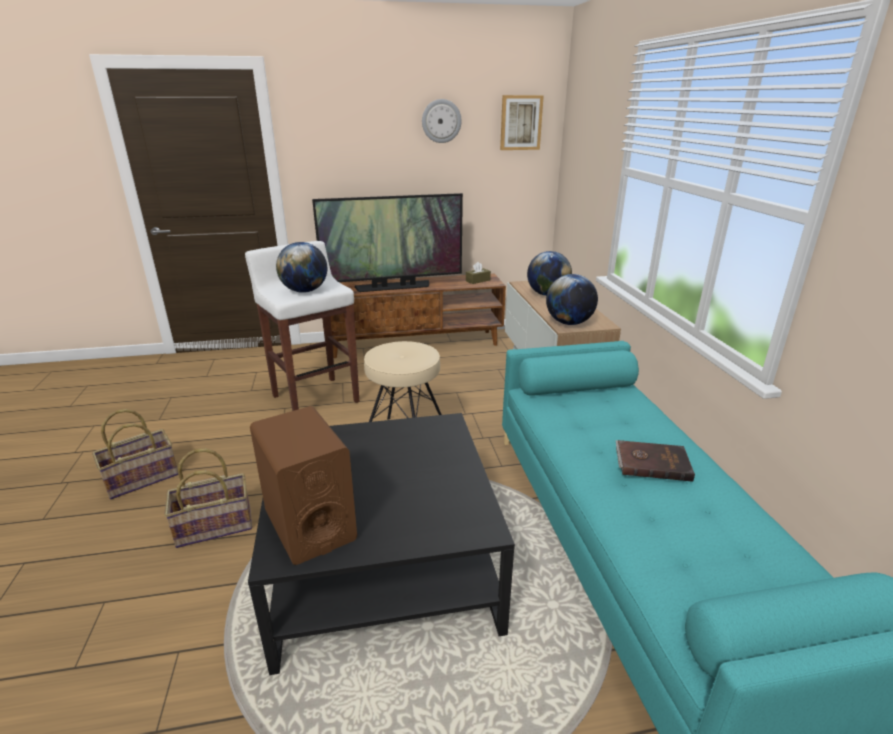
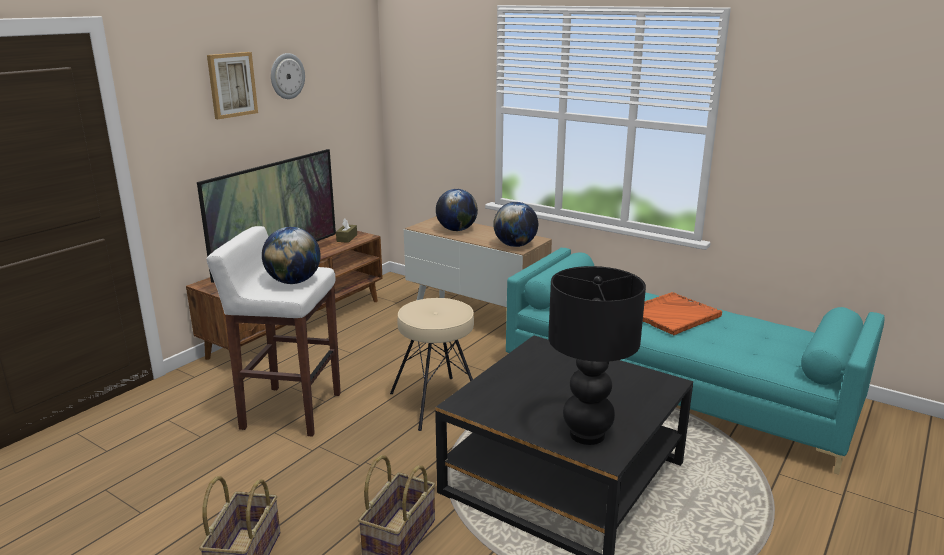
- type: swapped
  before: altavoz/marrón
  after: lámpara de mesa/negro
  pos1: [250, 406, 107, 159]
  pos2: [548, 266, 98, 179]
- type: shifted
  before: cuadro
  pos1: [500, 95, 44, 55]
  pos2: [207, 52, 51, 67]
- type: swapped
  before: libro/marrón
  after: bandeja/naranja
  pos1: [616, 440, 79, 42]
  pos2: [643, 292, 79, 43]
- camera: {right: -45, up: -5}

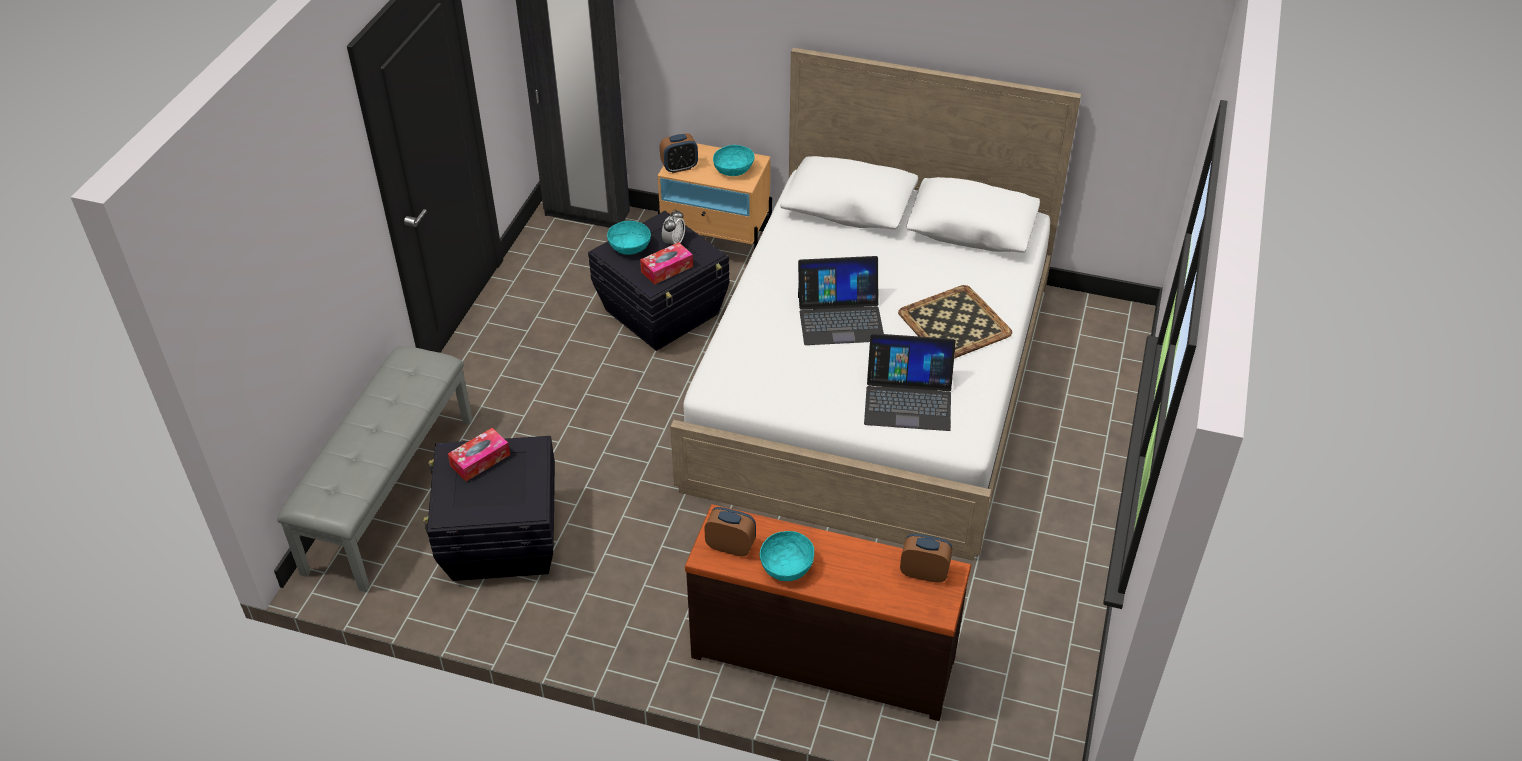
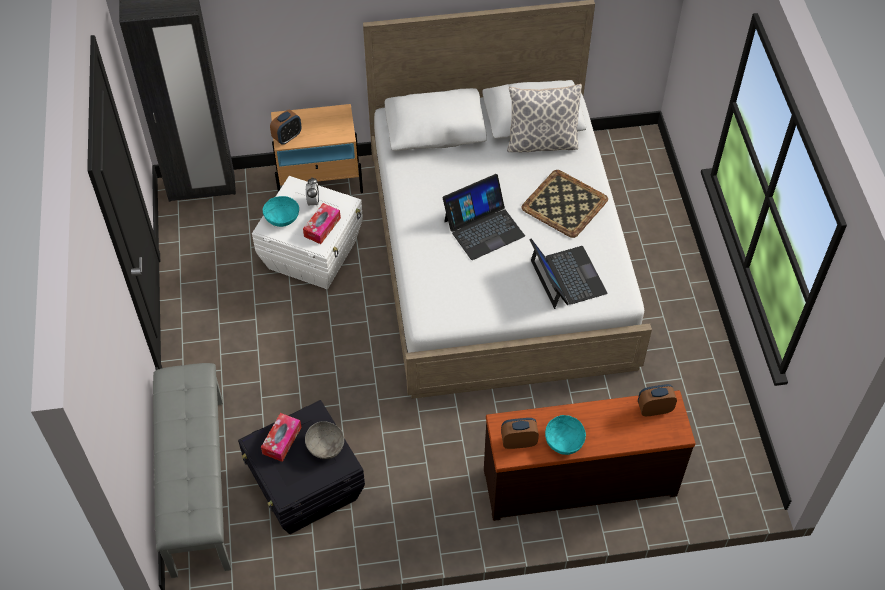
- type: repainted
  before: caja de almacenaje/negro
  after: caja de almacenaje/blanco
  pos1: [588, 211, 141, 140]
  pos2: [252, 176, 111, 113]
- type: gone
  before: cuenco/turquesa
  pos1: [713, 145, 42, 31]
- type: rotated
  before: portátil
  pos1: [864, 333, 92, 98]
  pos2: [529, 238, 78, 71]
  turn: -90
- type: new
  after: cuenco/gris
  pos2: [305, 421, 39, 38]
- type: new
  after: cojín
  pos2: [507, 84, 75, 68]
- camera: {right: -25, up: 10}

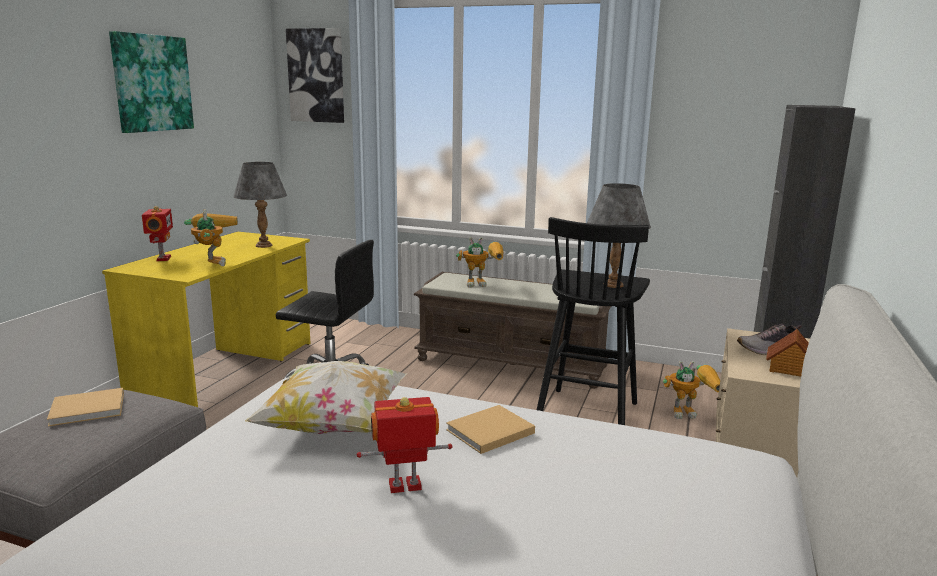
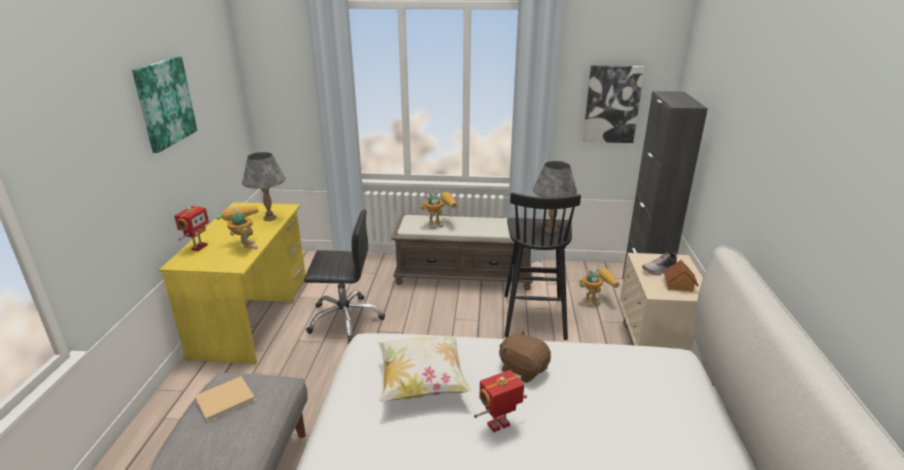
- type: rotated
  before: robot de juguete
  pos1: [142, 206, 31, 55]
  pos2: [174, 206, 35, 45]
  turn: 45
- type: shifted
  before: cuadro
  pos1: [286, 28, 58, 95]
  pos2: [583, 65, 62, 78]
- type: swapped
  before: libro/beis
  after: peluche/marrón
  pos1: [446, 405, 89, 49]
  pos2: [499, 330, 52, 53]
- camera: {right: -15, up: 10}

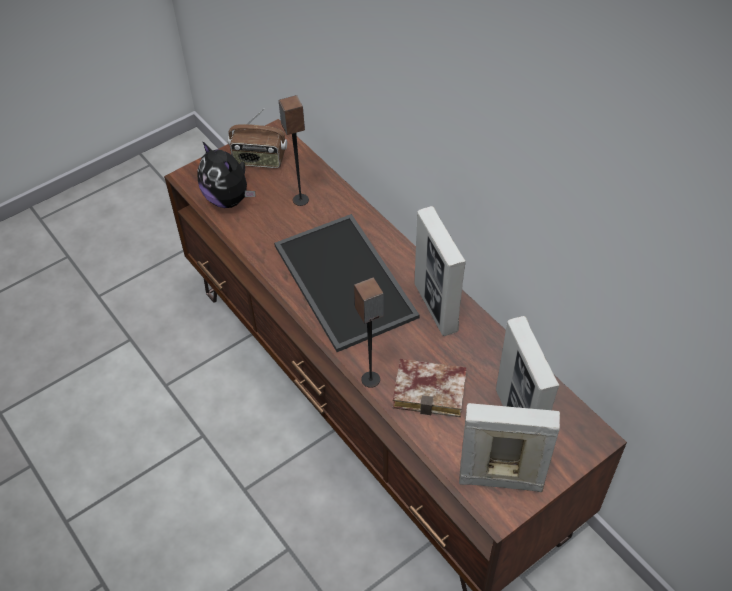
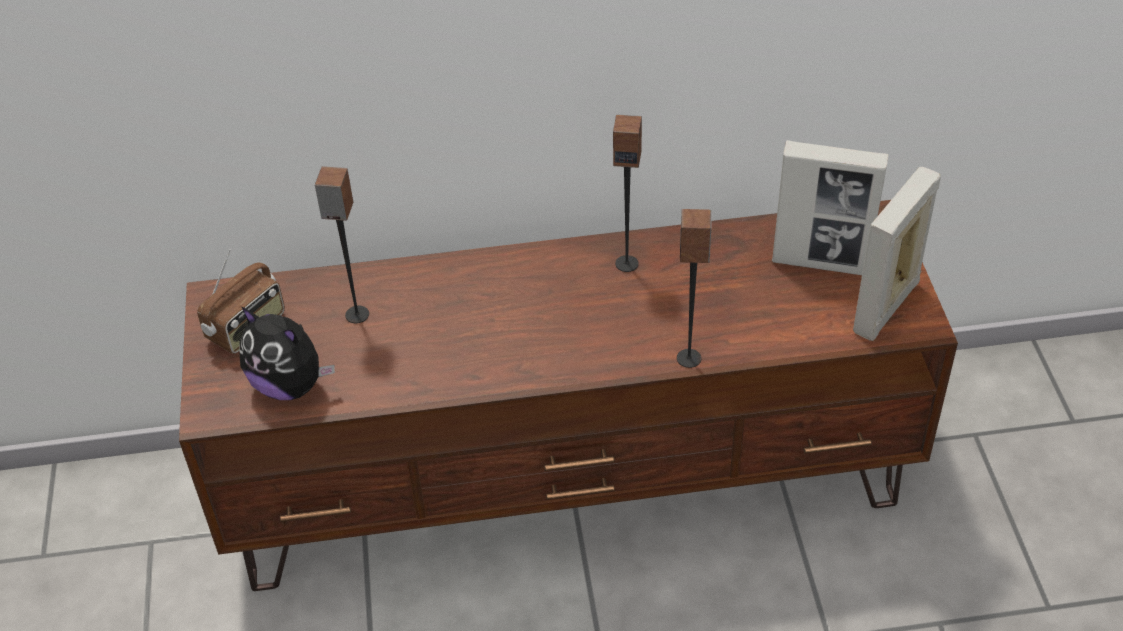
- type: rotated
  before: peluche
  pos1: [197, 141, 58, 67]
  pos2: [239, 307, 96, 93]
  turn: 45
- type: gone
  before: bandeja
  pos1: [274, 214, 146, 138]
- type: gone
  before: libro
  pos1: [393, 359, 74, 58]
- type: swapped
  before: portarretratos
  after: altavoz
  pos1: [415, 206, 51, 130]
  pos2: [613, 114, 29, 158]
- camera: {right: -60, up: -5}

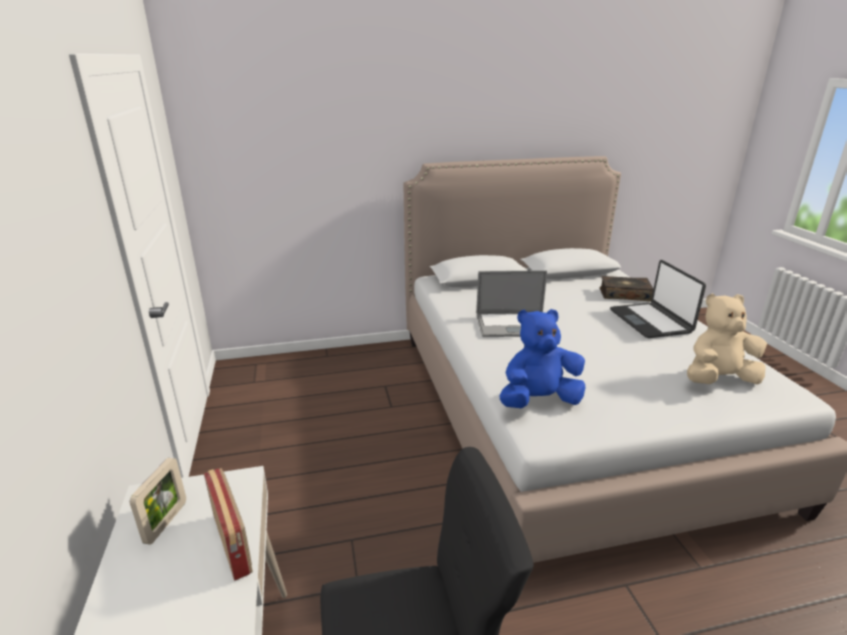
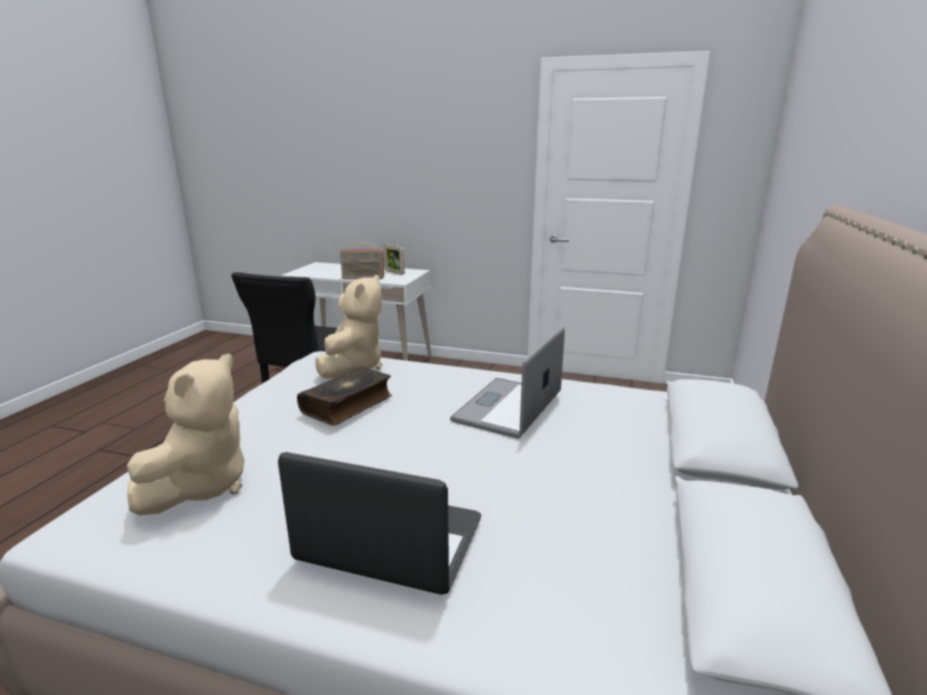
- type: repainted
  before: peluche/azul
  after: peluche/beis
  pos1: [500, 309, 85, 99]
  pos2: [315, 275, 67, 104]
- type: shifted
  before: libro
  pos1: [600, 276, 53, 26]
  pos2: [297, 367, 95, 59]
- camera: {right: 120, up: -5}

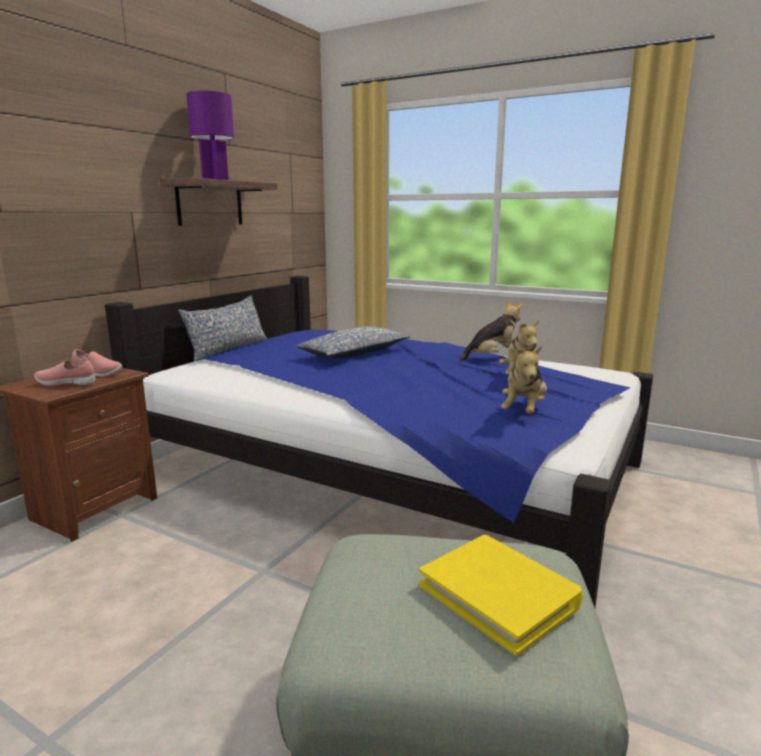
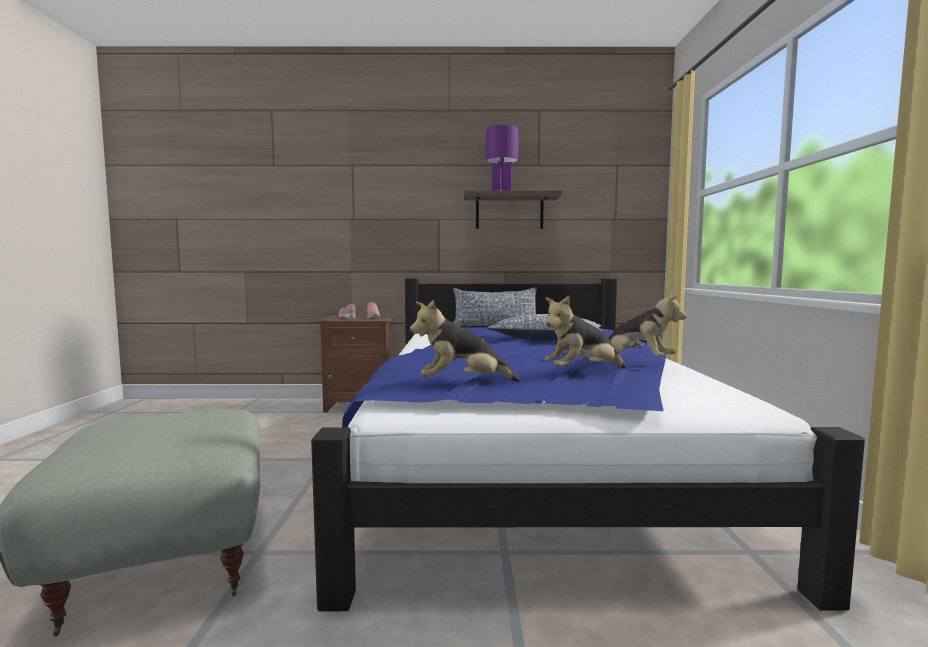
- type: gone
  before: libro/amarillo
  pos1: [419, 535, 164, 121]
- camera: {right: 60, up: -10}

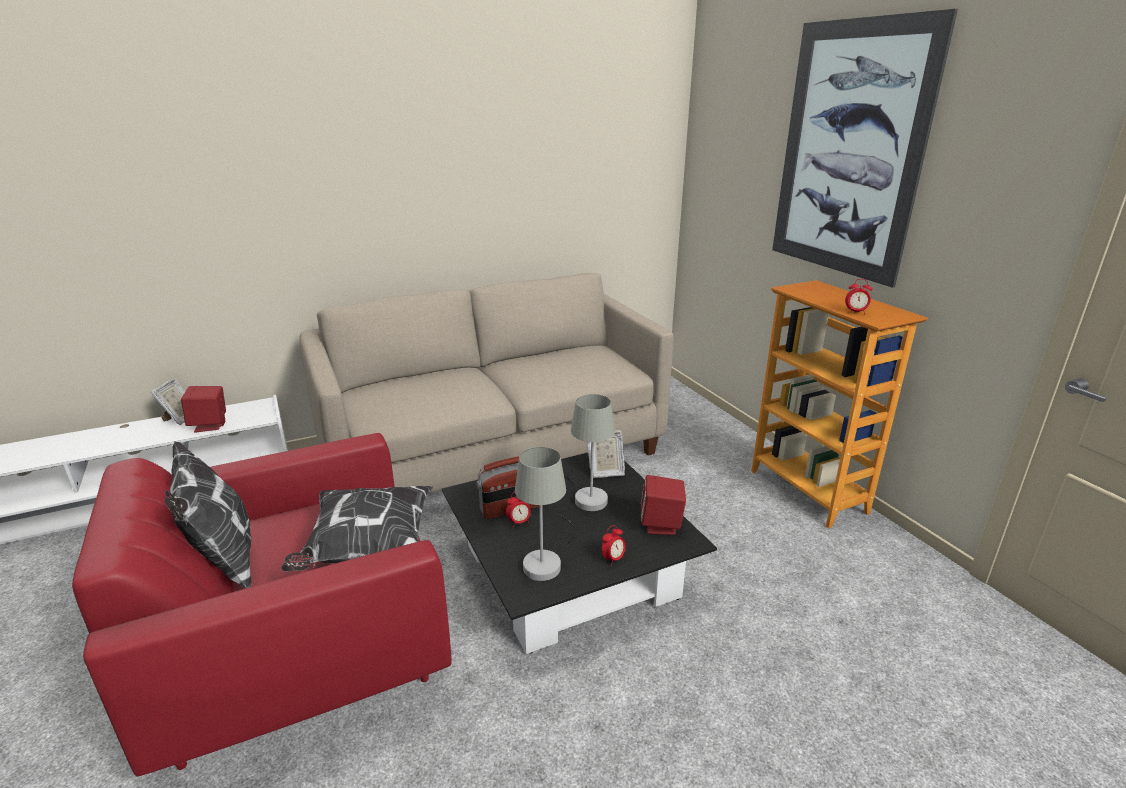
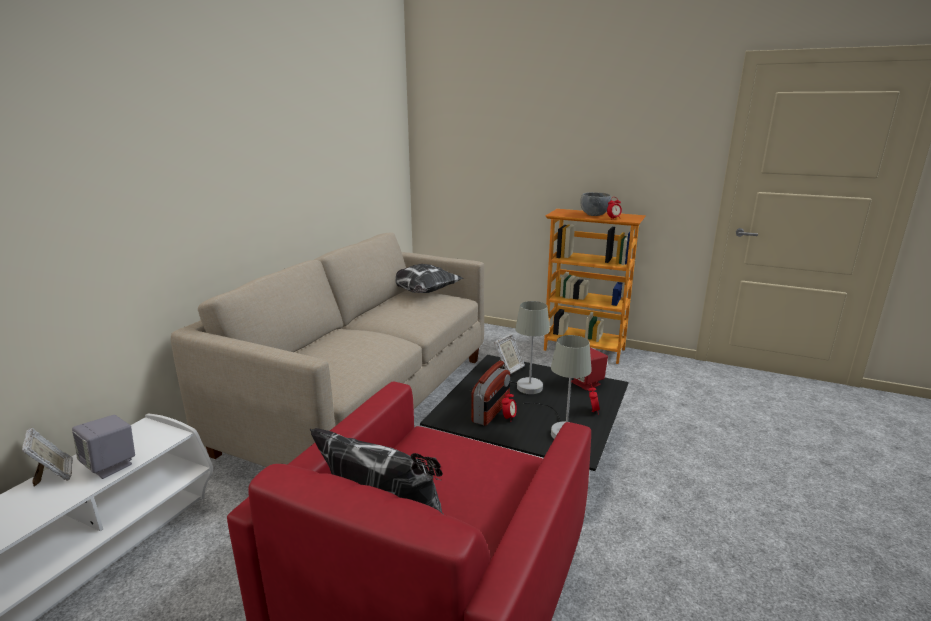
- type: repainted
  before: altavoz/rojo
  after: altavoz/gris
  pos1: [181, 386, 45, 47]
  pos2: [72, 415, 63, 64]
- type: shifted
  before: cojín
  pos1: [281, 486, 152, 86]
  pos2: [395, 264, 69, 29]
- type: gone
  before: cuadro
  pos1: [772, 9, 186, 279]
- type: new
  after: cuenco/gris
  pos2: [580, 192, 31, 24]
- camera: {right: -40, up: -5}

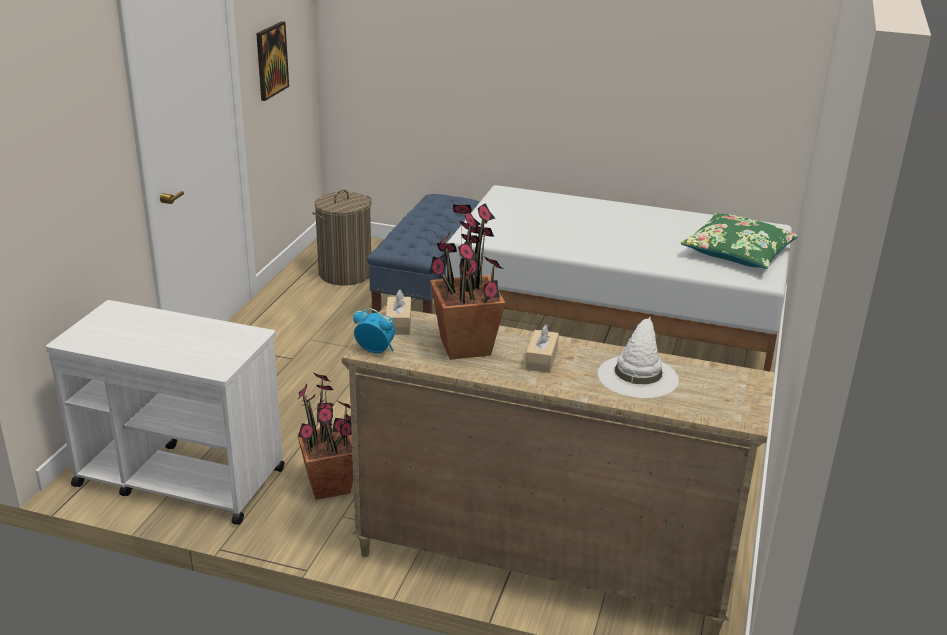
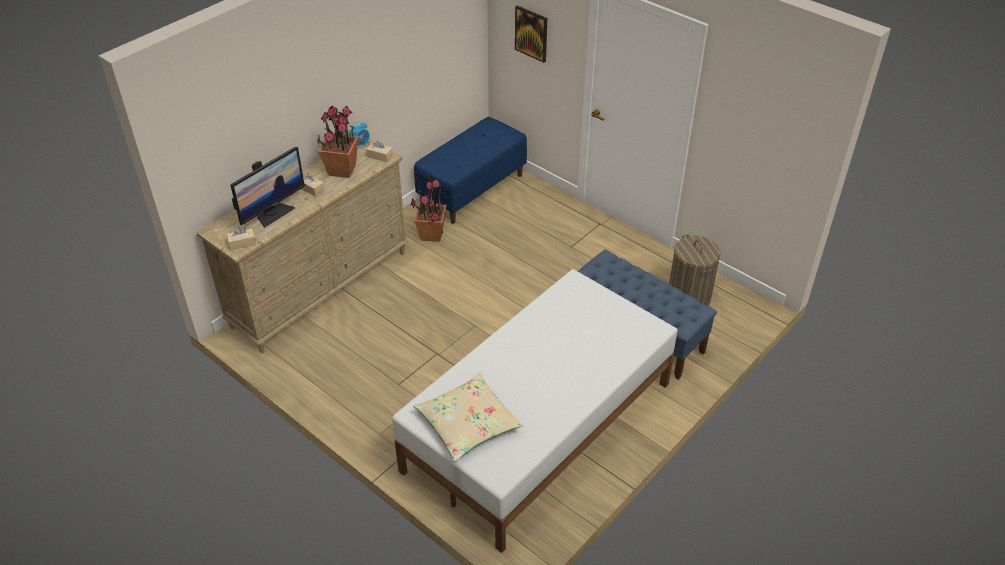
- type: swapped
  before: carrito/blanco
  after: banco/azul
  pos1: [46, 300, 239, 225]
  pos2: [414, 117, 113, 107]
- type: shifted
  before: cuadro
  pos1: [256, 21, 33, 80]
  pos2: [515, 5, 32, 58]
- type: swapped
  before: sombrero/blanco
  after: monitor
  pos1: [598, 317, 81, 81]
  pos2: [230, 147, 75, 81]
- type: repainted
  before: cojín/verde
  after: cojín/beis
  pos1: [681, 213, 117, 56]
  pos2: [413, 373, 110, 89]
- type: new
  after: caja de pañuelos/beis
  pos2: [227, 227, 29, 23]
- camera: {right: 115, up: 15}

